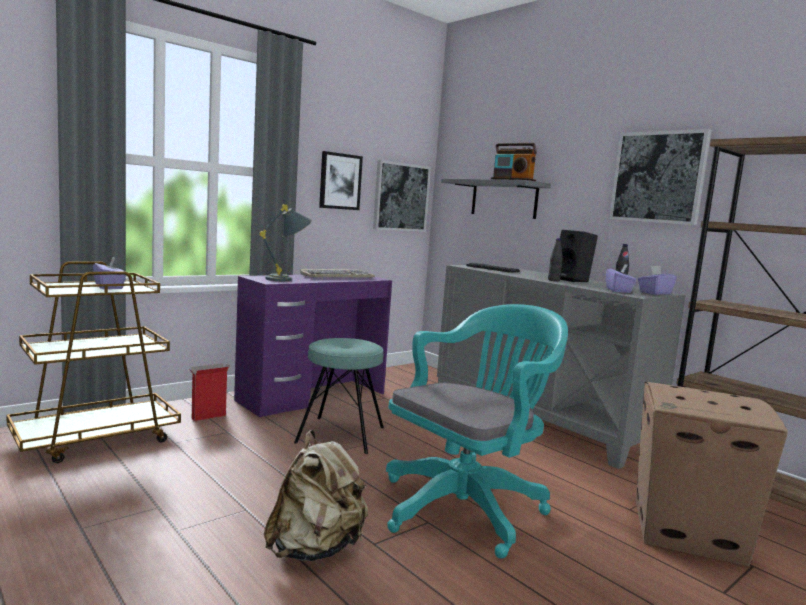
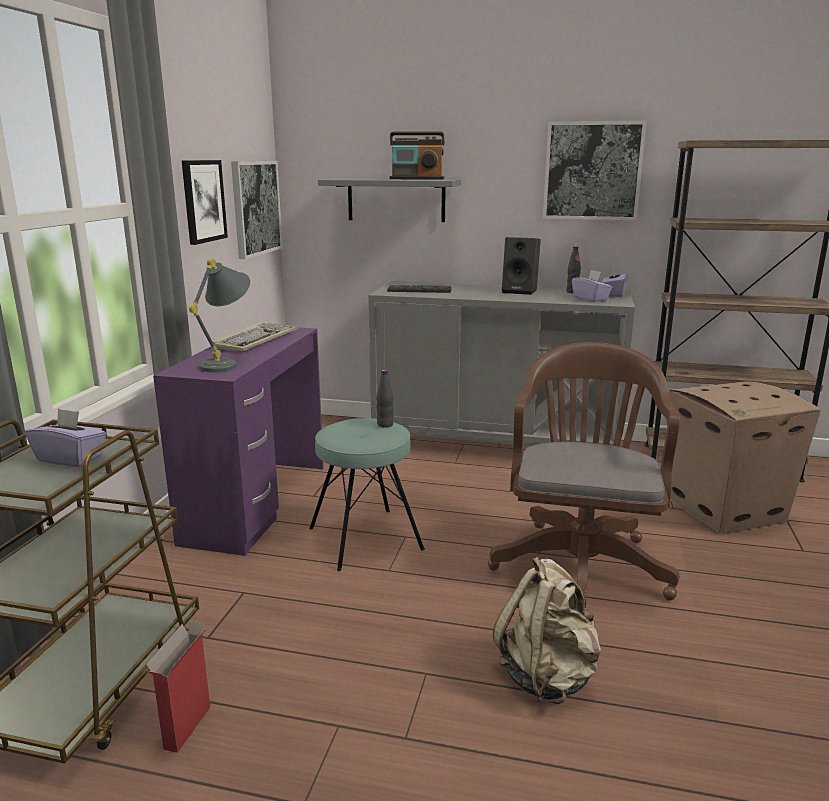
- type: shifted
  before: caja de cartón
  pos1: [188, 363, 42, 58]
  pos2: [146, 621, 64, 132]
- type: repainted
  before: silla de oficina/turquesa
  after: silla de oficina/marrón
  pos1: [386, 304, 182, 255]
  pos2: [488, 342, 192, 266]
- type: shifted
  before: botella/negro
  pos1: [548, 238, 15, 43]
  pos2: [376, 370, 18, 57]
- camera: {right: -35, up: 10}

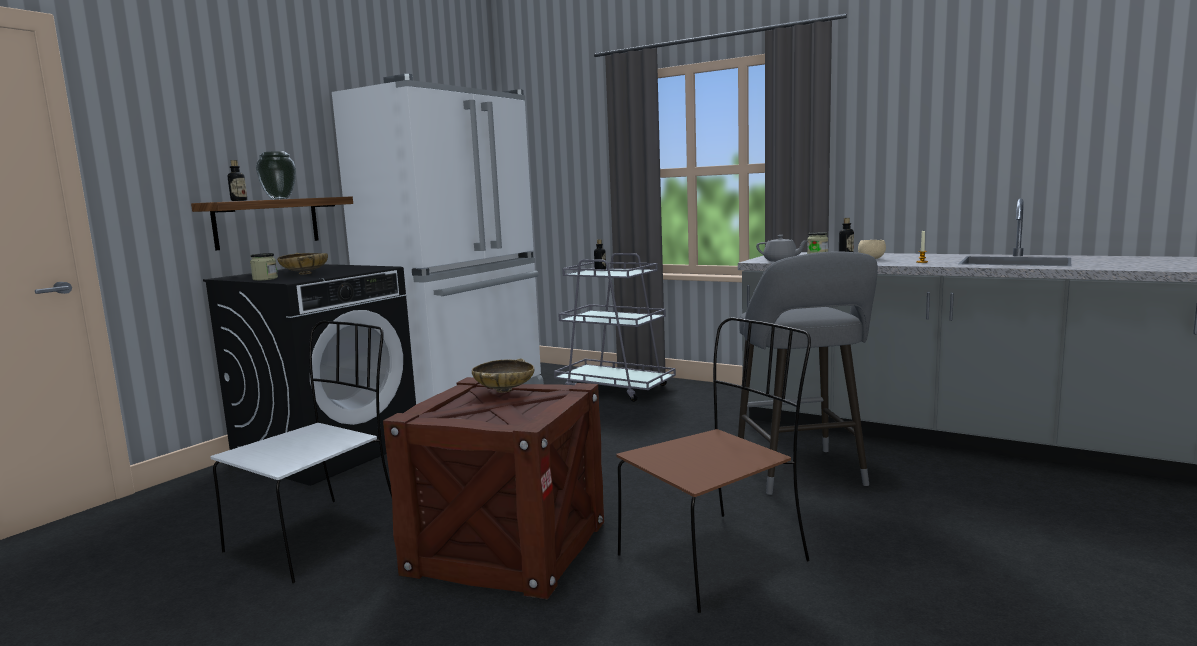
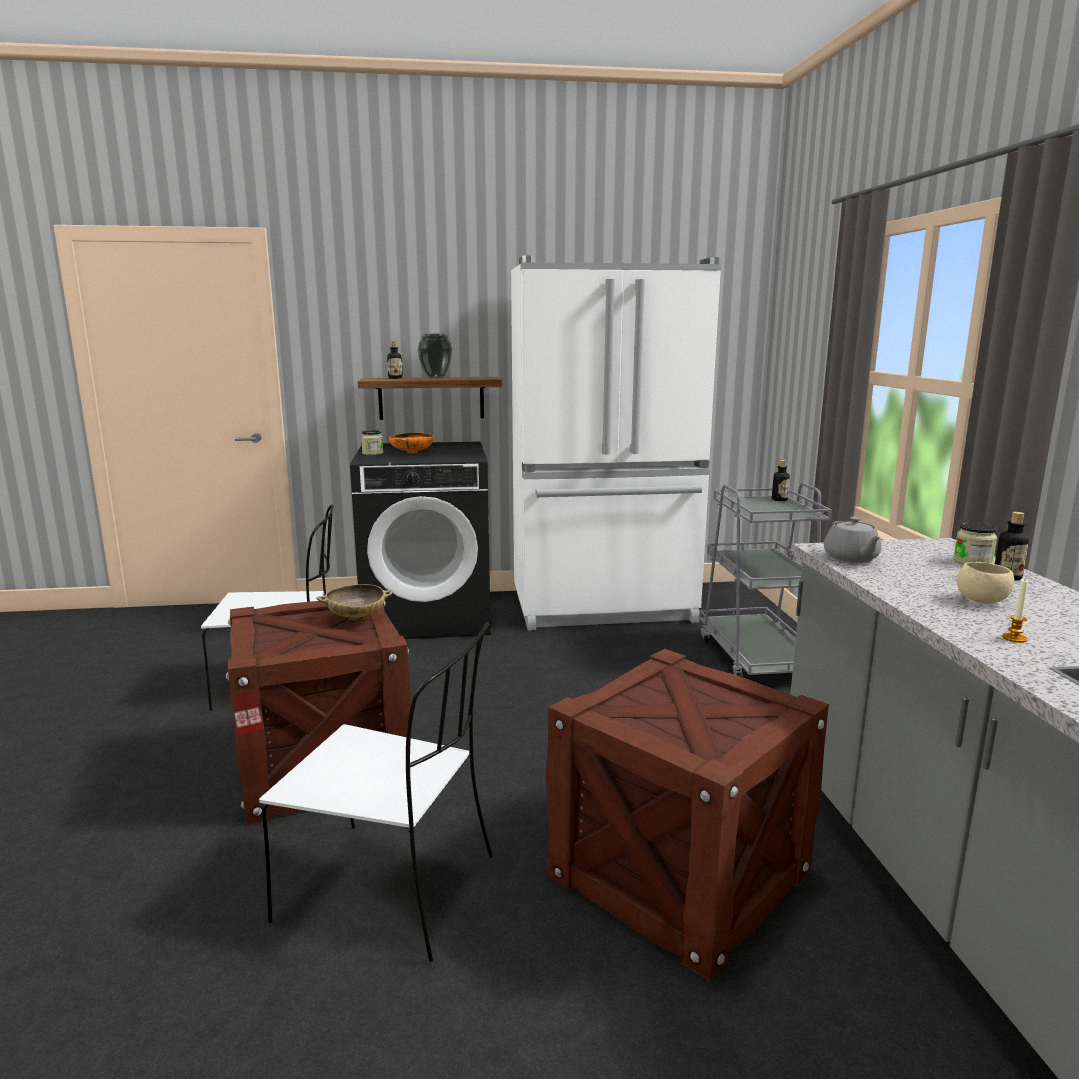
- type: repainted
  before: cuenco/beis
  after: cuenco/naranja
  pos1: [277, 253, 51, 22]
  pos2: [389, 432, 45, 22]
- type: repainted
  before: silla/marrón
  after: silla/blanco
  pos1: [616, 317, 195, 296]
  pos2: [259, 622, 234, 340]
- type: swapped
  before: taburete/gris
  after: caja de embalaje
  pos1: [738, 252, 140, 243]
  pos2: [546, 649, 283, 332]
- camera: {right: 50, up: 5}

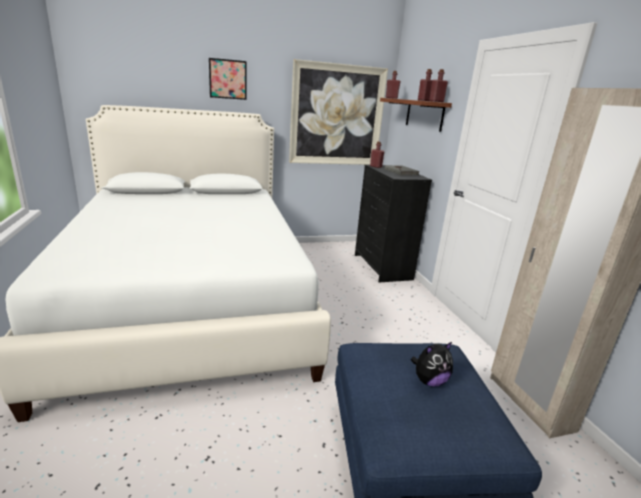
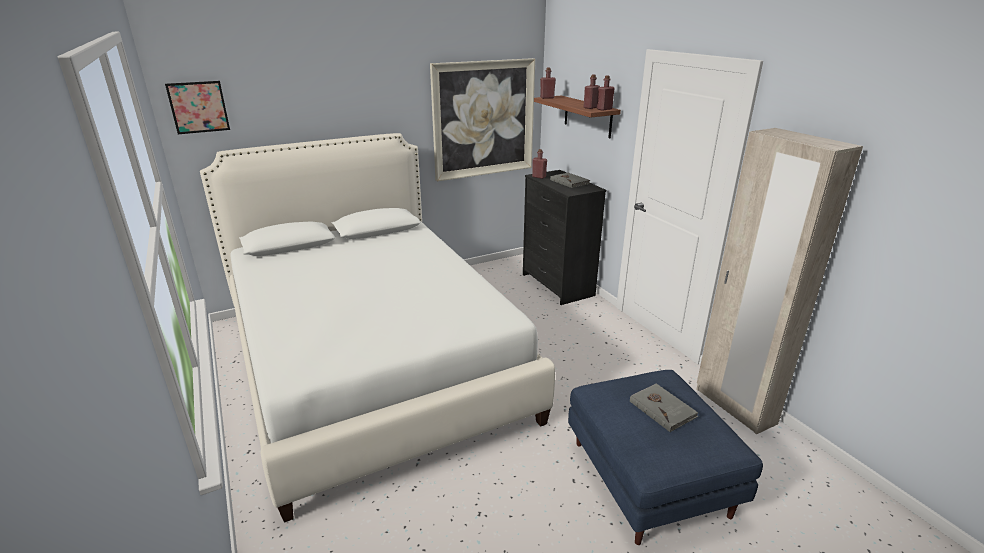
- type: shifted
  before: cuadro
  pos1: [209, 58, 37, 42]
  pos2: [165, 81, 65, 53]
- type: swapped
  before: peluche
  after: libro/gris
  pos1: [411, 342, 42, 44]
  pos2: [630, 384, 68, 48]
- camera: {right: -10, up: 5}

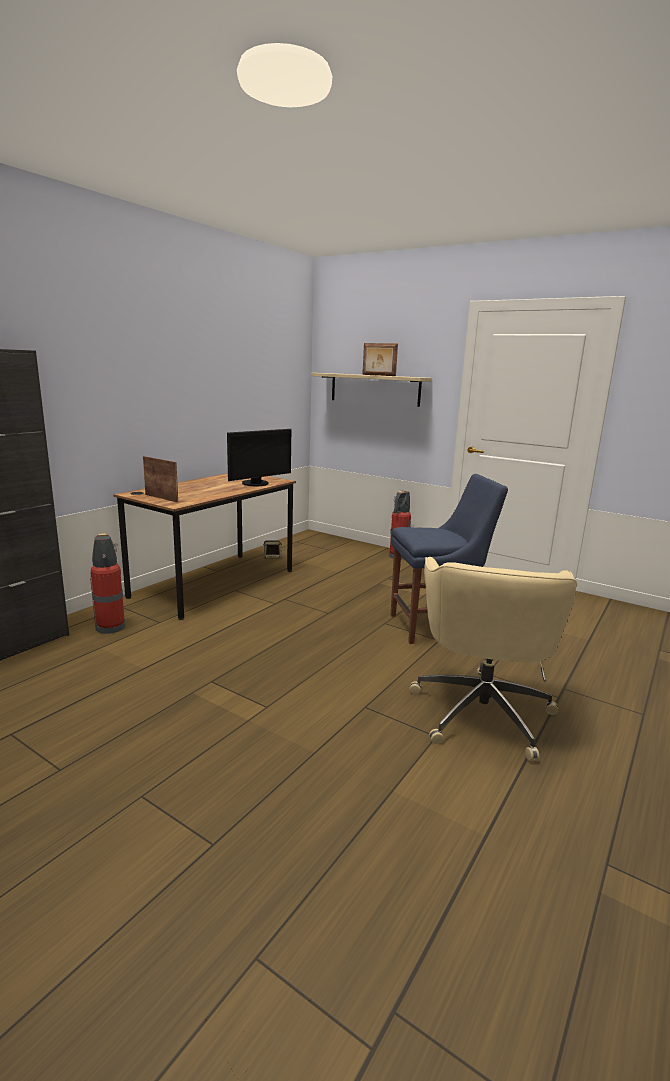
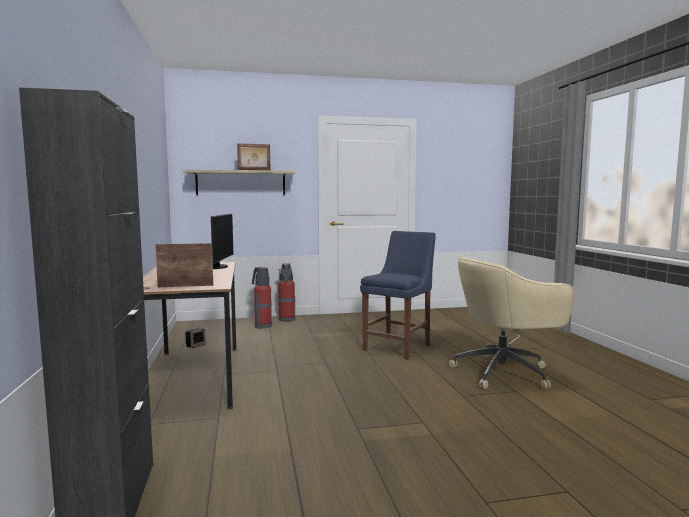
- type: shifted
  before: extintor
  pos1: [90, 533, 36, 101]
  pos2: [252, 267, 20, 62]
- type: rotated
  before: silla de oficina/beis
  pos1: [410, 557, 168, 204]
  pos2: [449, 257, 126, 132]
  turn: 105
- camera: {right: -45, up: -10}

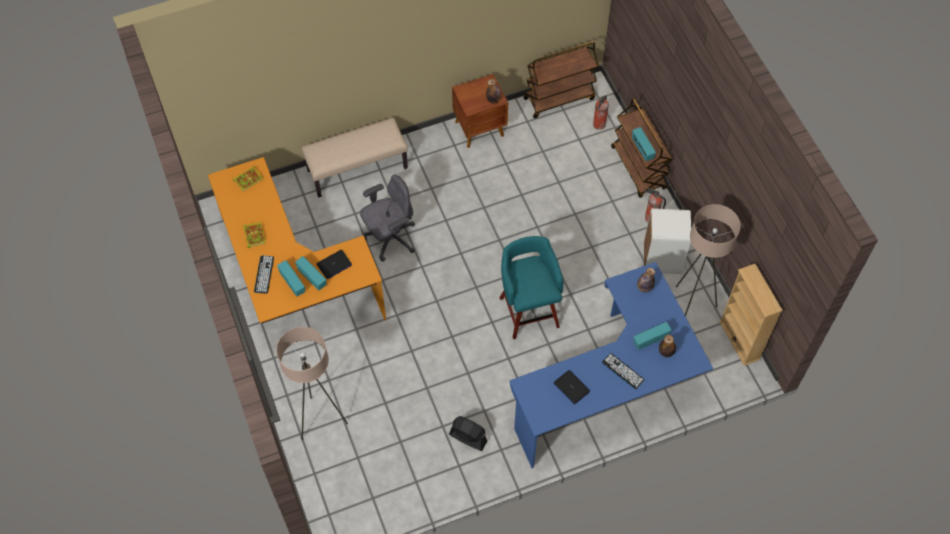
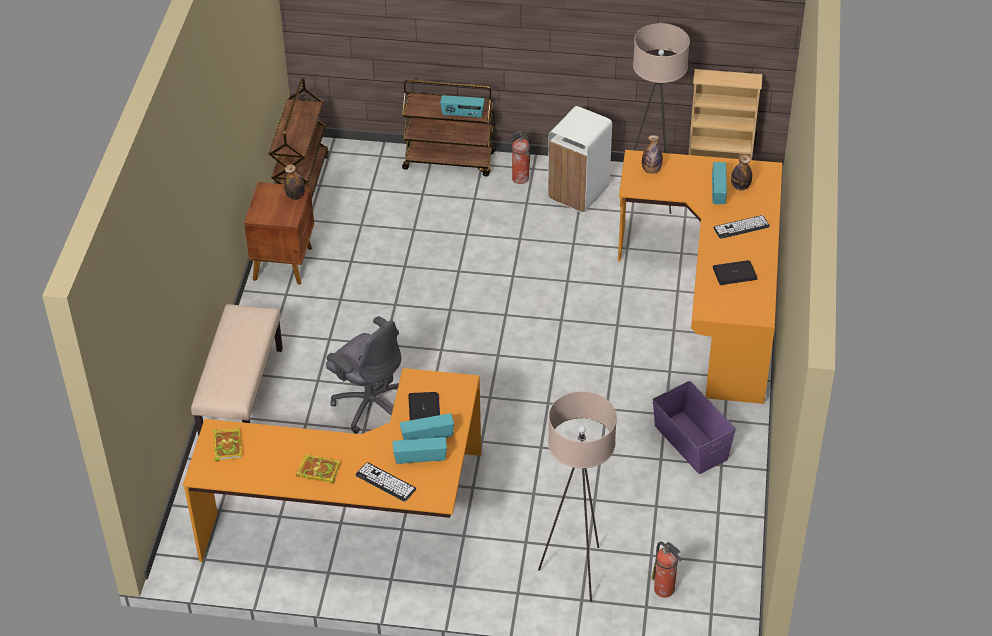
- type: rotated
  before: silla de oficina/gris
  pos1: [360, 175, 55, 86]
  pos2: [326, 316, 75, 118]
  turn: 135
- type: swapped
  before: ventilador/negro
  after: caja de almacenaje/morado
  pos1: [449, 416, 38, 35]
  pos2: [652, 381, 84, 93]
- type: gone
  before: taburete/turquesa
  pos1: [500, 236, 63, 103]
- type: repainted
  before: escritorio/azul
  after: escritorio/naranja
  pos1: [509, 262, 204, 206]
  pos2: [618, 150, 165, 254]
- type: shifted
  before: extintor
  pos1: [593, 95, 16, 35]
  pos2: [652, 542, 29, 56]
- camera: {right: -60, up: -15}

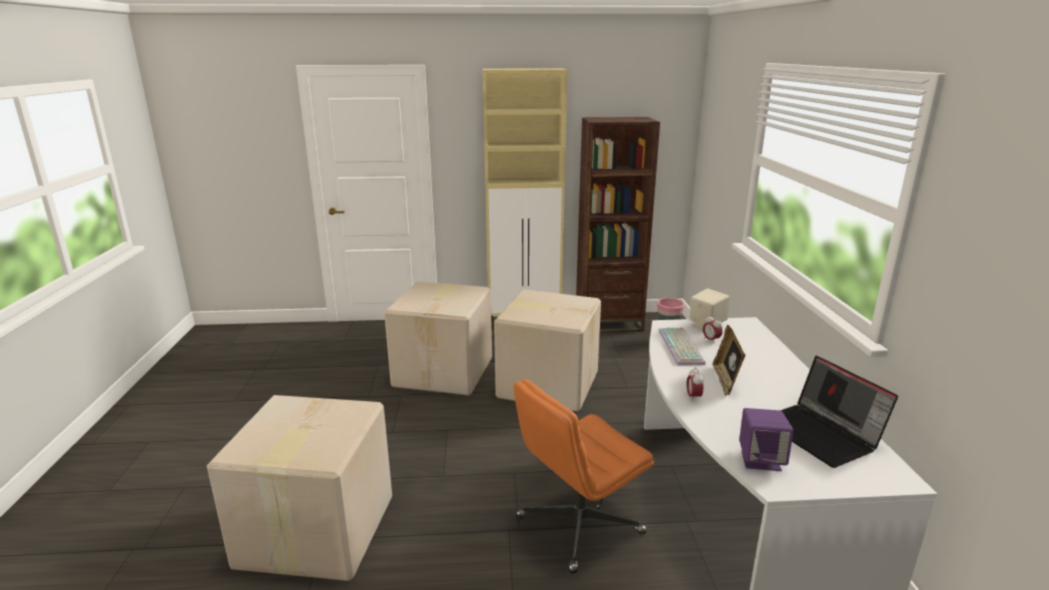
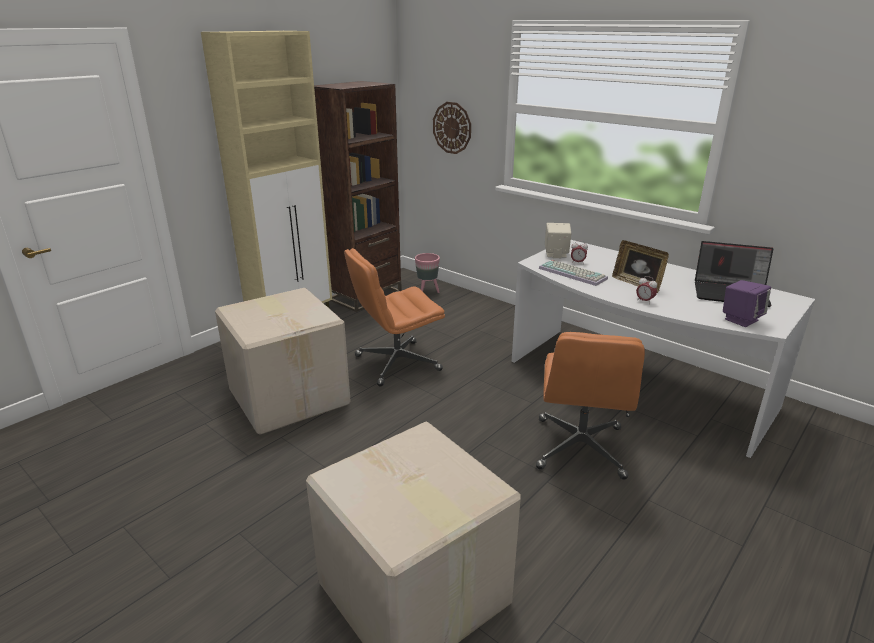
- type: swapped
  before: caja de cartón
  after: silla de oficina/naranja
  pos1: [494, 289, 107, 123]
  pos2: [344, 248, 101, 138]
- type: new
  after: reloj de pared
  pos2: [433, 102, 38, 52]
- camera: {right: -45, up: 5}

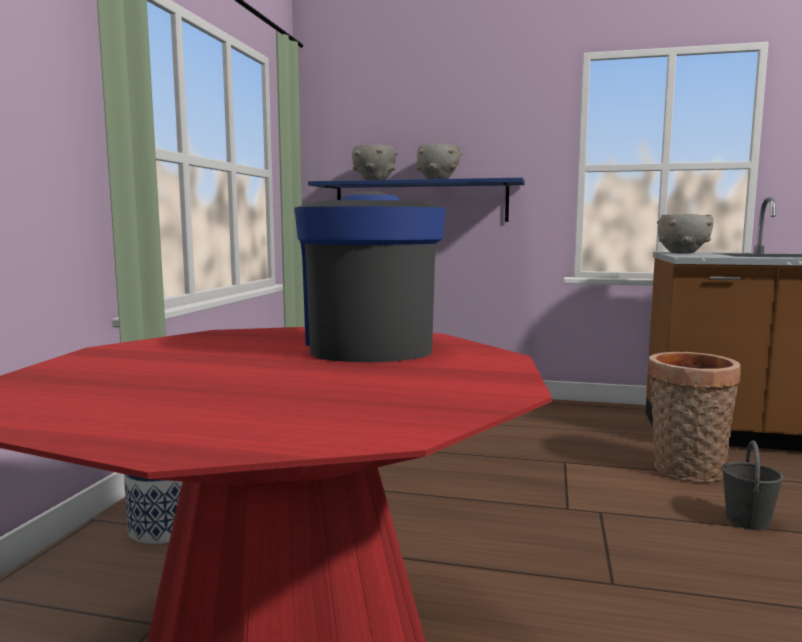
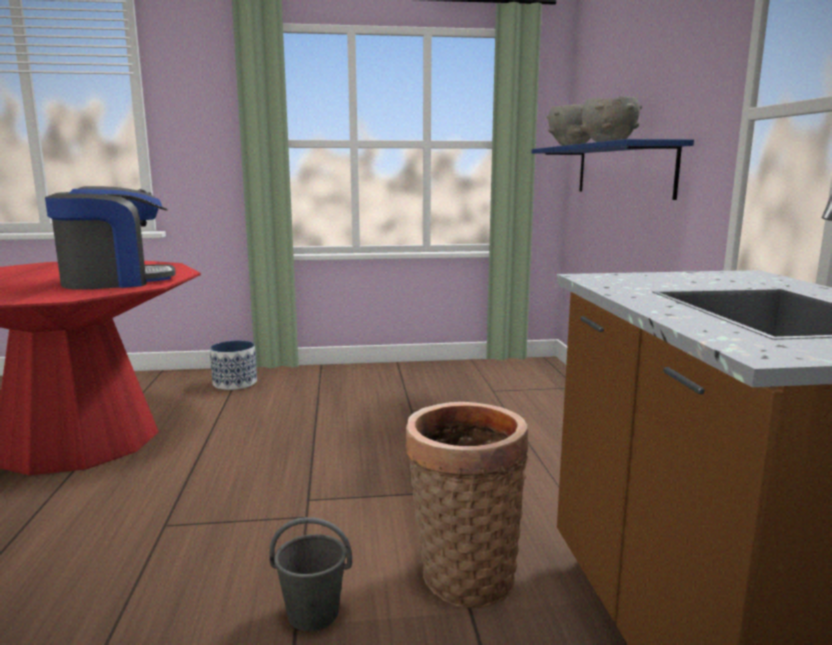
- type: gone
  before: cuenco/gris
  pos1: [657, 214, 56, 40]
- camera: {right: 70, up: 5}

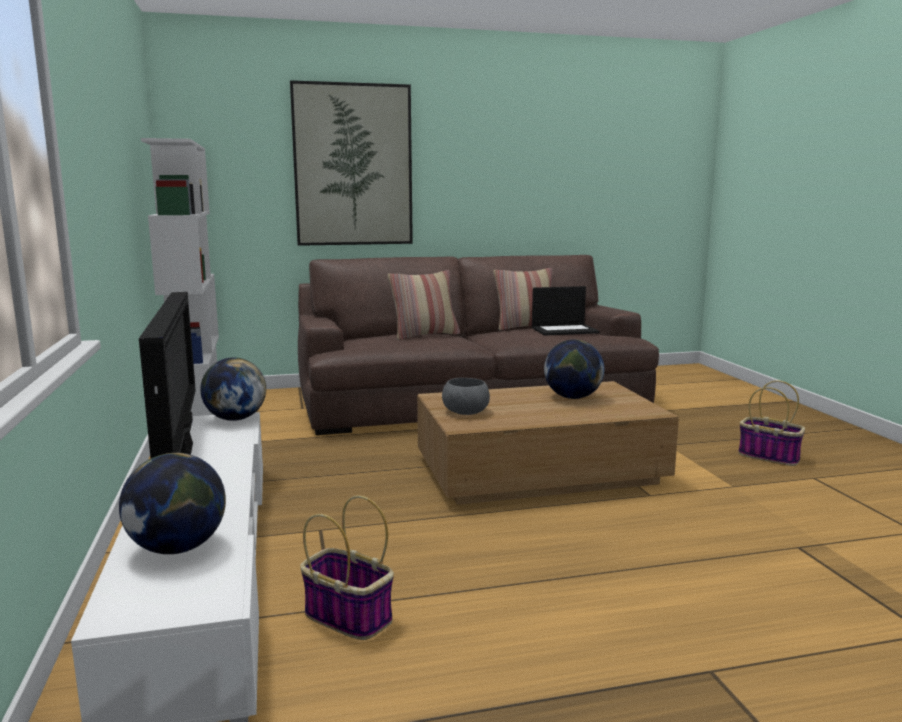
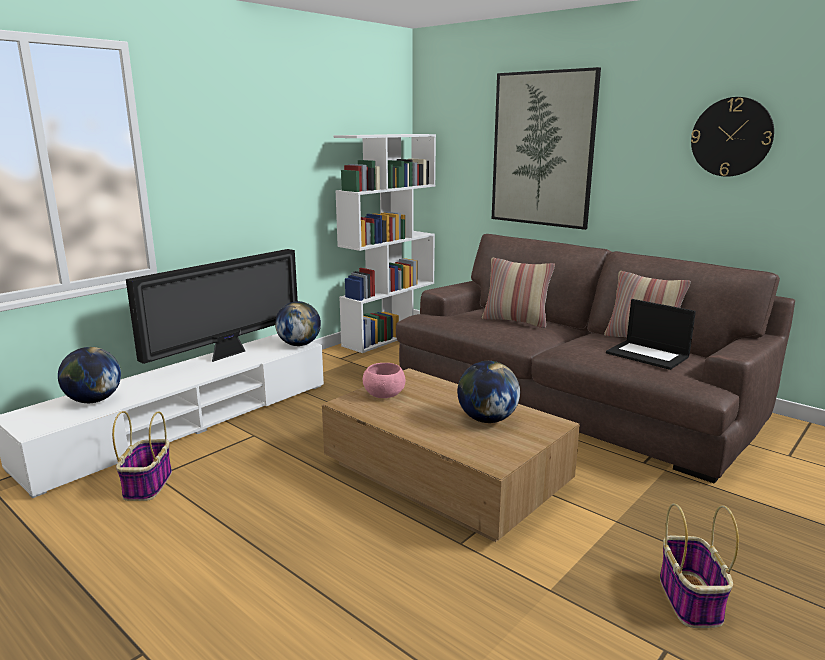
- type: repainted
  before: cuenco/gris
  after: cuenco/rosa
  pos1: [442, 378, 48, 37]
  pos2: [363, 363, 42, 35]
- type: new
  after: reloj de pared
  pos2: [691, 97, 83, 80]
- camera: {right: 55, up: 5}

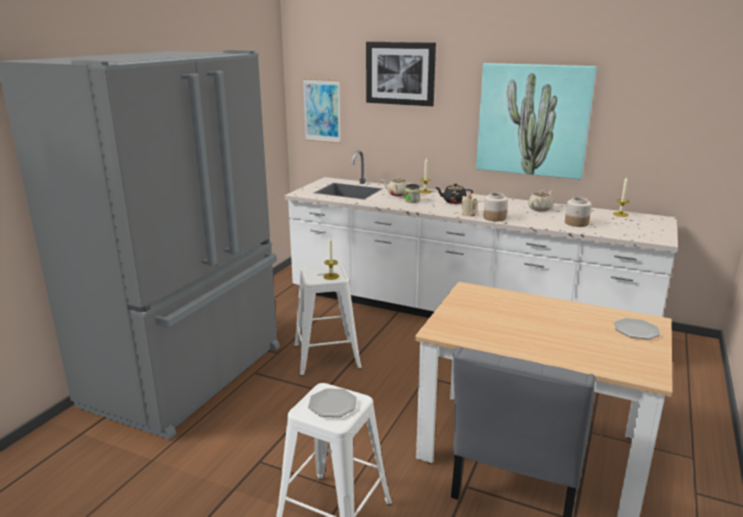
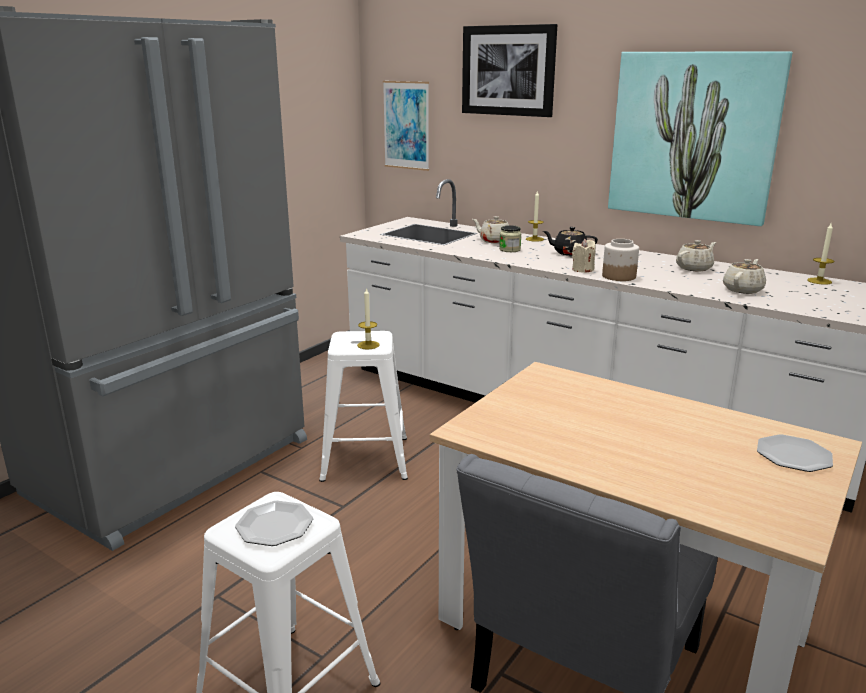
- type: swapped
  before: tarro
  after: tetera/beis
  pos1: [565, 197, 27, 30]
  pos2: [723, 259, 43, 35]
- camera: {right: 10, up: 0}

